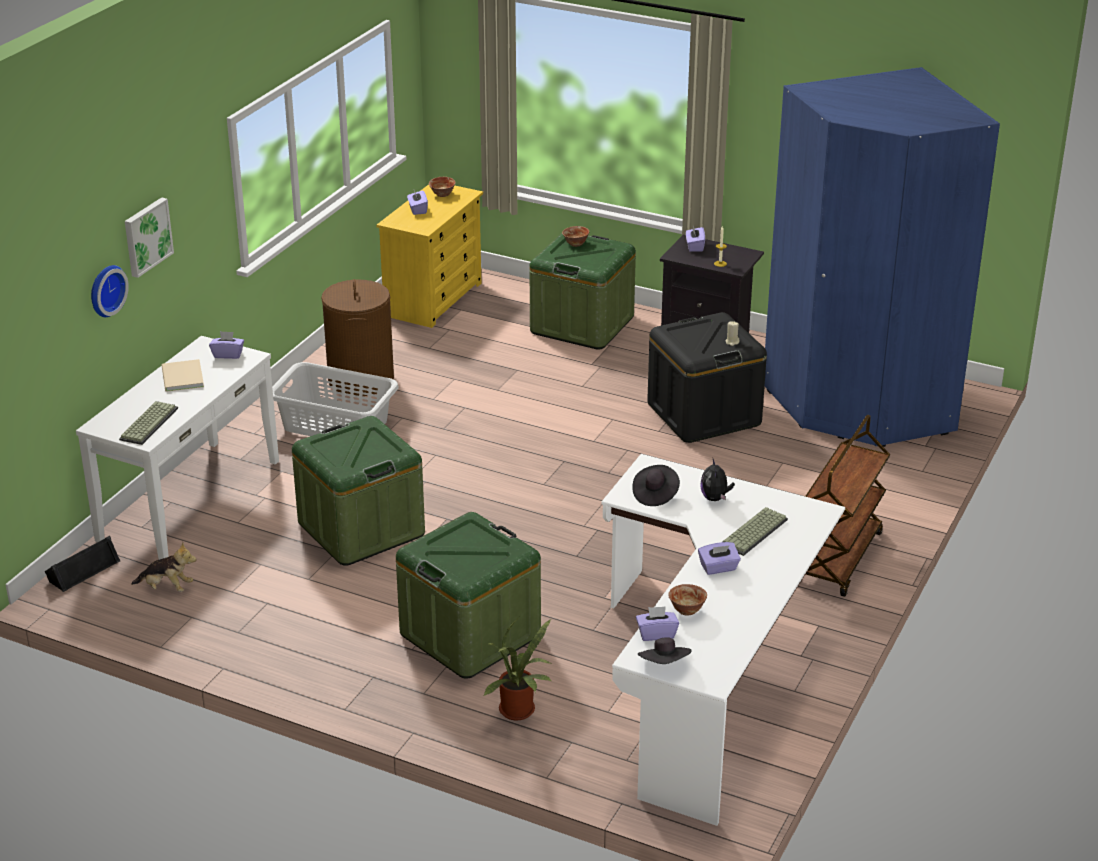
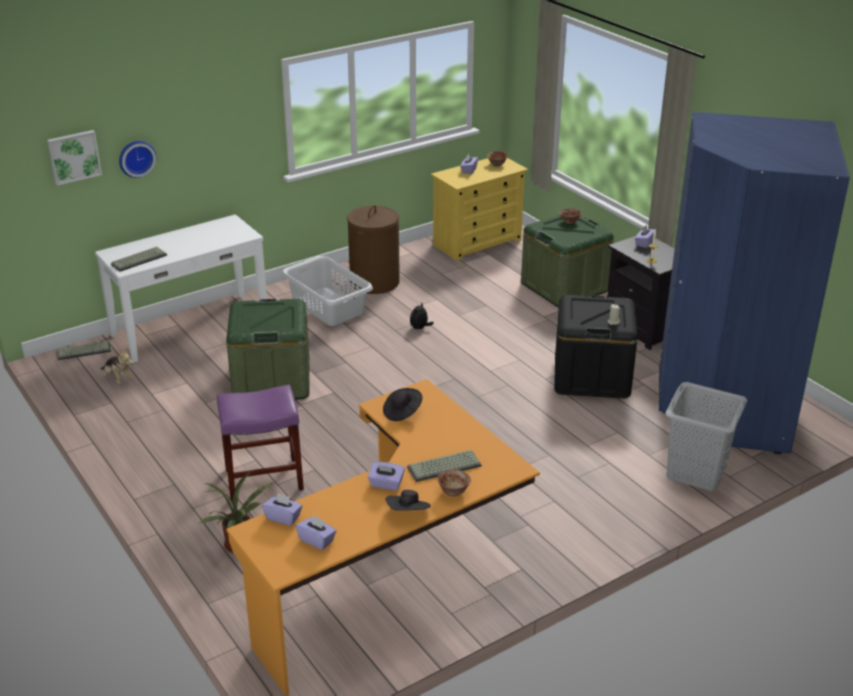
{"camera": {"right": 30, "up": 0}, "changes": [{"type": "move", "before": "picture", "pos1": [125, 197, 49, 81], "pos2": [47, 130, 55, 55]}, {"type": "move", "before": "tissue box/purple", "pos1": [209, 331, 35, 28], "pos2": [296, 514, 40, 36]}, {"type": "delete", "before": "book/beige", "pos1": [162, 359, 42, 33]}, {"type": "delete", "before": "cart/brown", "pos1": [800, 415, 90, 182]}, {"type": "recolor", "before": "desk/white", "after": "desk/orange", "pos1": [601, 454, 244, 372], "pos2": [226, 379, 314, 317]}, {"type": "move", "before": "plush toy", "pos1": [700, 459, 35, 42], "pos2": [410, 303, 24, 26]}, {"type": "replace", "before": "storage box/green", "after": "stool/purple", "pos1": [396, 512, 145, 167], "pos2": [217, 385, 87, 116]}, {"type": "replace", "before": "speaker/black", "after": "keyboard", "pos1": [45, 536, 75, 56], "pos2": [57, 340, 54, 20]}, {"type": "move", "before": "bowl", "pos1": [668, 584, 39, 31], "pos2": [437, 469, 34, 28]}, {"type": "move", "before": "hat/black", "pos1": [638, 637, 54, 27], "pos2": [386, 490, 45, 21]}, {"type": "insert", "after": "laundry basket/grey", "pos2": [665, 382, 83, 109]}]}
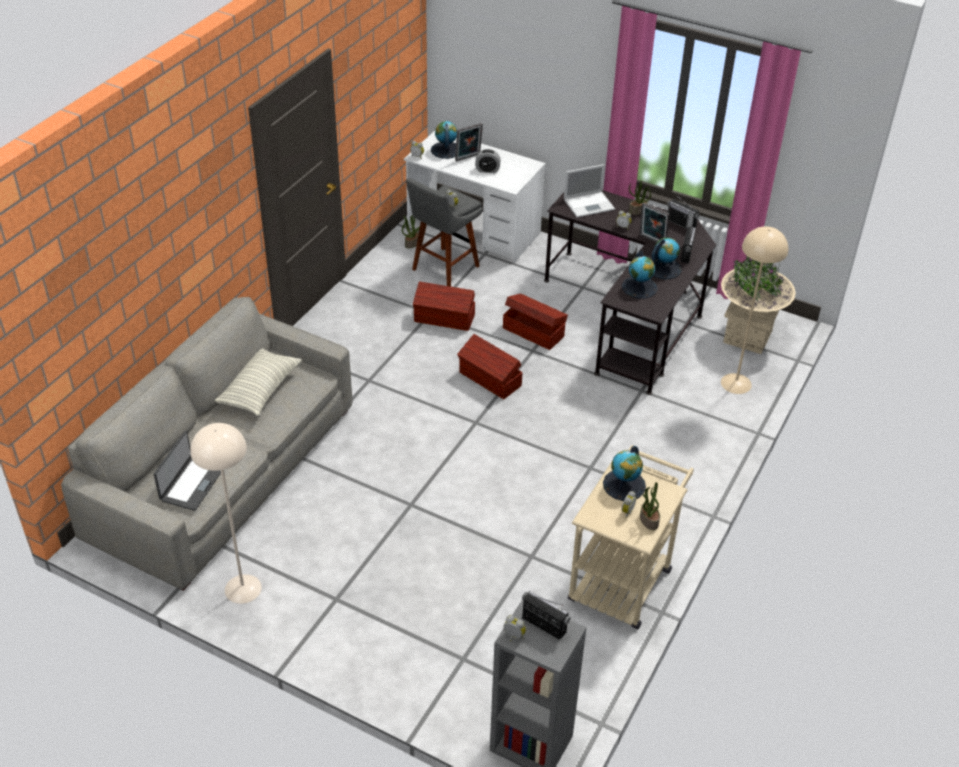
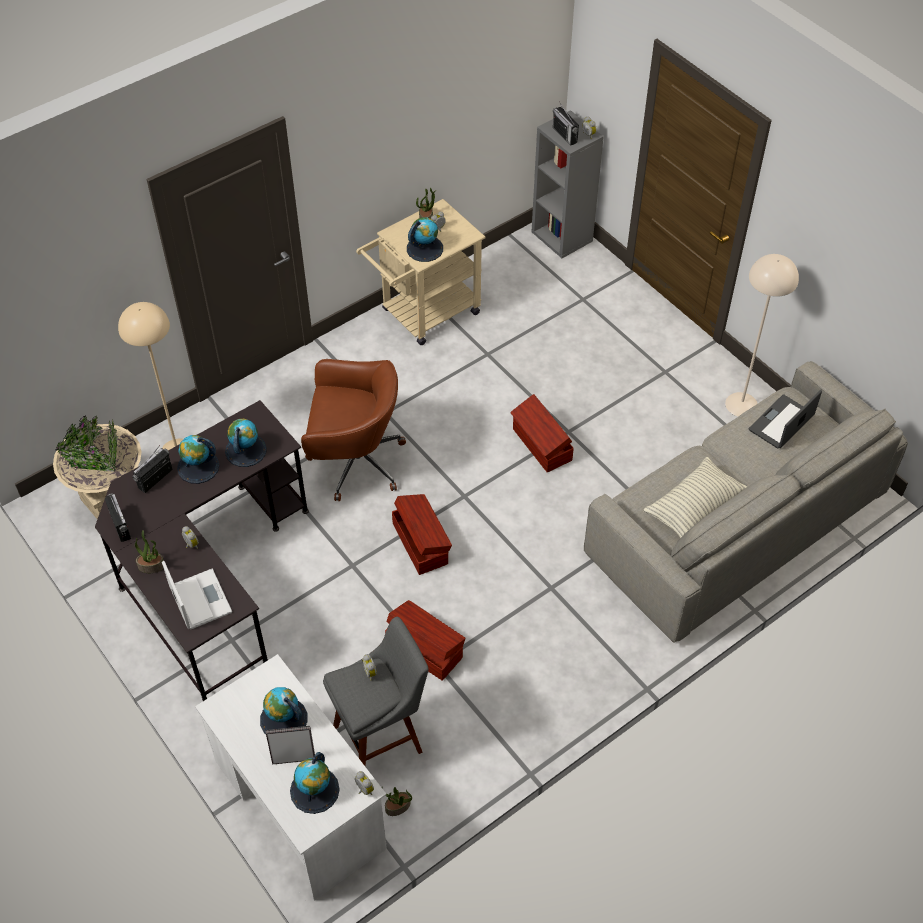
{"camera": {"right": -155, "up": 10}, "changes": [{"type": "replace", "before": "alarm clock", "after": "globe", "pos1": [475, 149, 26, 24], "pos2": [260, 687, 48, 47]}, {"type": "rotate", "before": "laptop", "pos1": [564, 164, 51, 53], "pos2": [162, 561, 70, 68], "turn": 60}, {"type": "delete", "before": "picture frame", "pos1": [640, 203, 29, 39]}, {"type": "move", "before": "storage box/brown", "pos1": [503, 294, 65, 56], "pos2": [510, 394, 64, 78]}, {"type": "insert", "after": "office chair/brown", "pos2": [301, 359, 105, 142]}]}
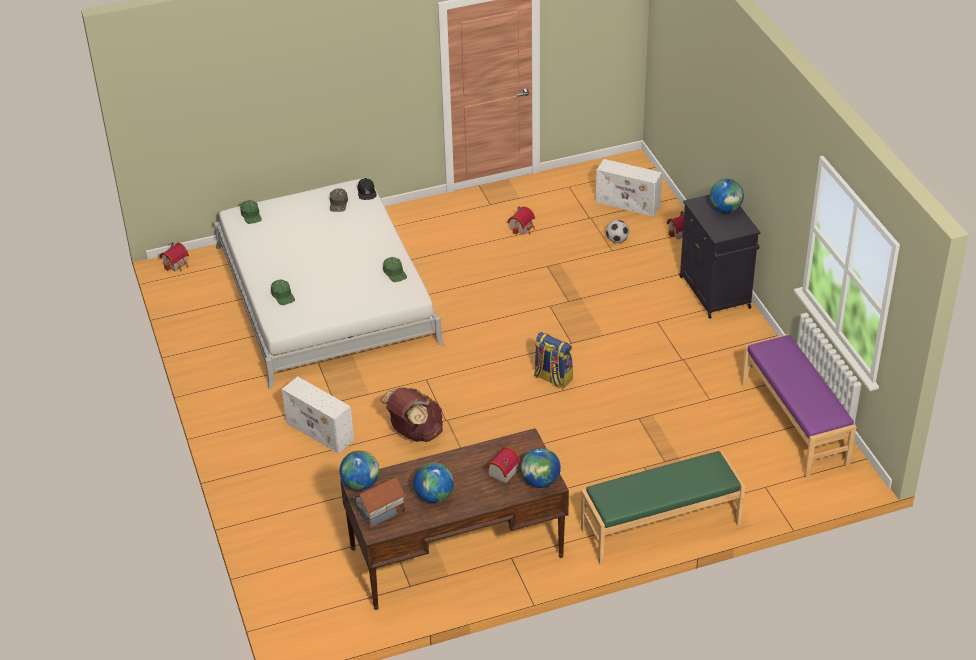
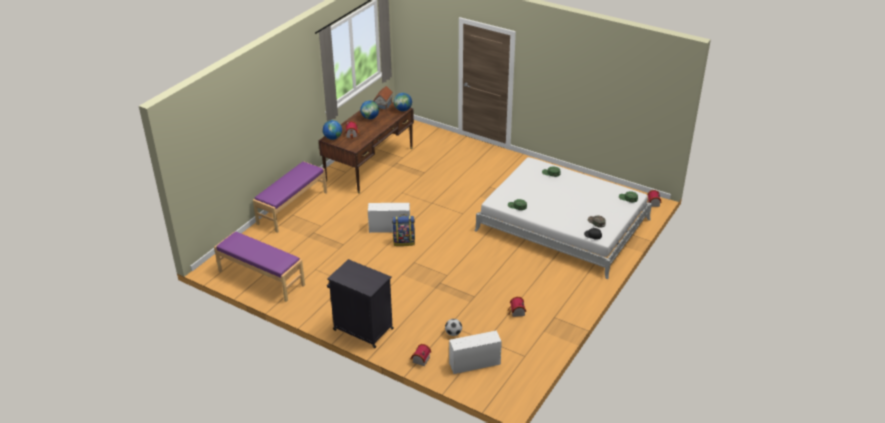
{"camera": {"right": 140, "up": -5}, "changes": [{"type": "delete", "before": "globe", "pos1": [710, 179, 34, 34]}, {"type": "move", "before": "storage box/white", "pos1": [282, 377, 72, 77], "pos2": [368, 203, 42, 30]}, {"type": "delete", "before": "backpack/brown", "pos1": [380, 387, 63, 55]}, {"type": "recolor", "before": "bench/green", "after": "bench/purple", "pos1": [581, 451, 164, 114], "pos2": [253, 162, 74, 71]}]}
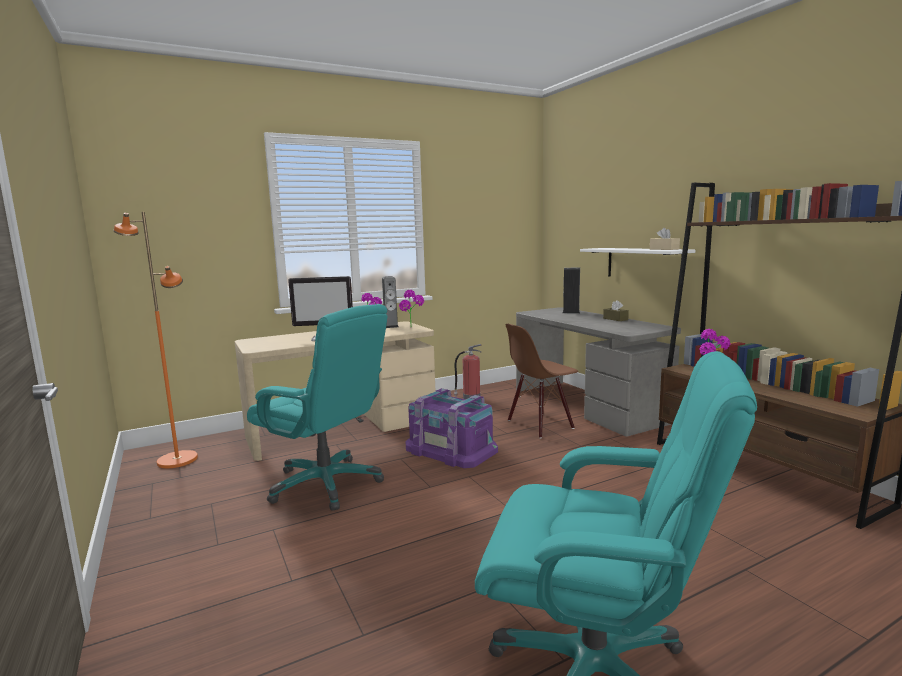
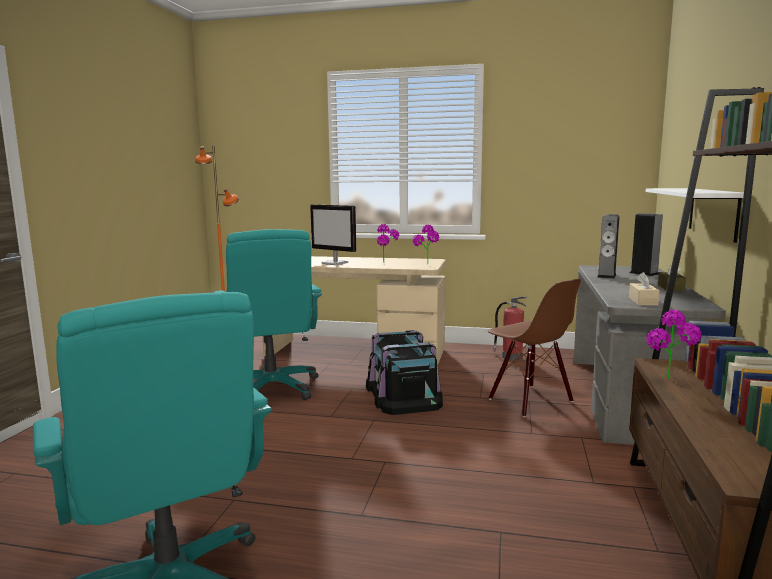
{"camera": {"right": 40, "up": 0}, "changes": [{"type": "move", "before": "tissue box/beige", "pos1": [650, 228, 30, 22], "pos2": [629, 272, 31, 34]}, {"type": "move", "before": "speaker", "pos1": [382, 276, 16, 52], "pos2": [597, 214, 23, 65]}, {"type": "rotate", "before": "chair/brown", "pos1": [505, 324, 73, 114], "pos2": [488, 279, 93, 138], "turn": -135}, {"type": "recolor", "before": "storage box/purple", "after": "storage box/black", "pos1": [406, 388, 92, 80], "pos2": [366, 330, 77, 85]}]}
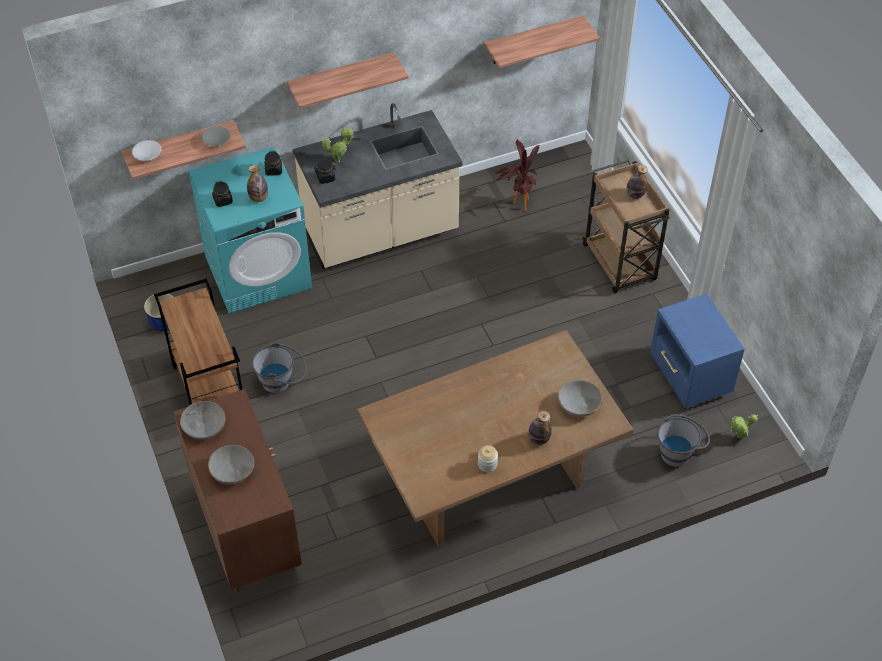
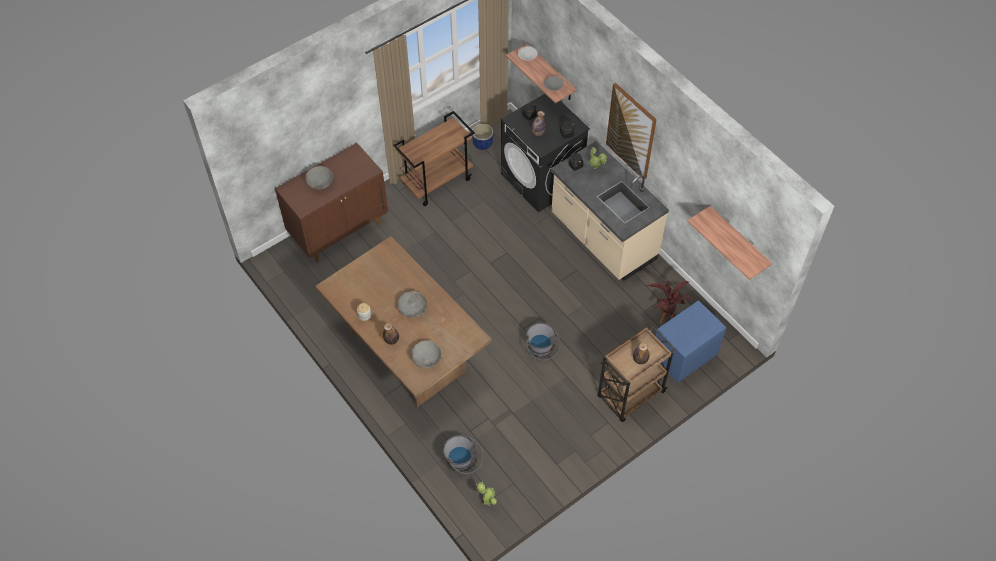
{"camera": {"right": 75, "up": 5}, "changes": [{"type": "replace", "before": "shelf", "after": "picture", "pos1": [287, 52, 122, 56], "pos2": [606, 83, 51, 96]}, {"type": "recolor", "before": "washing machine/turquoise", "after": "washing machine/black", "pos1": [188, 146, 124, 168], "pos2": [501, 94, 89, 118]}, {"type": "move", "before": "nightstand/blue", "pos1": [650, 293, 95, 115], "pos2": [656, 300, 70, 83]}, {"type": "move", "before": "bucket/grey", "pos1": [252, 342, 55, 51], "pos2": [526, 322, 35, 39]}, {"type": "move", "before": "bowl/grey", "pos1": [180, 401, 45, 38], "pos2": [398, 291, 29, 27]}]}
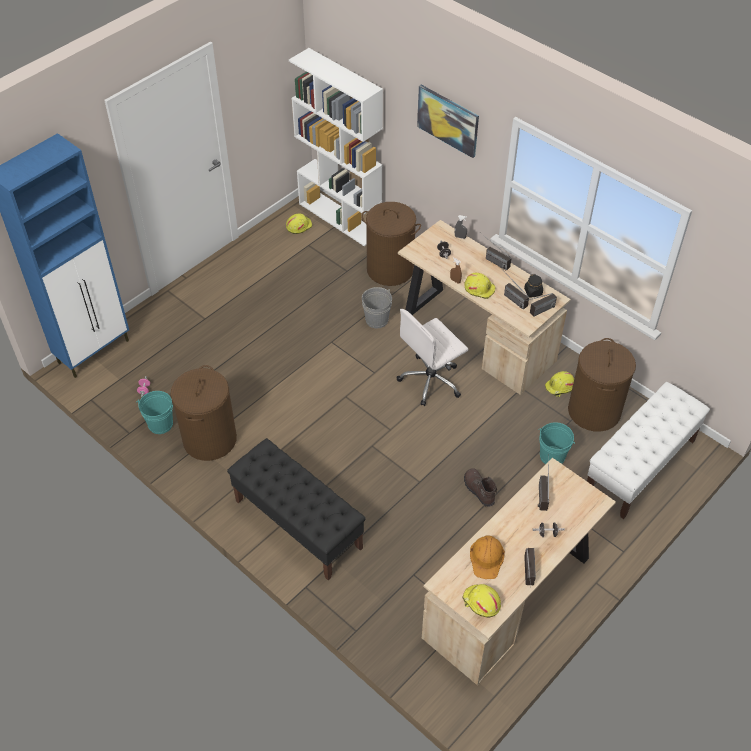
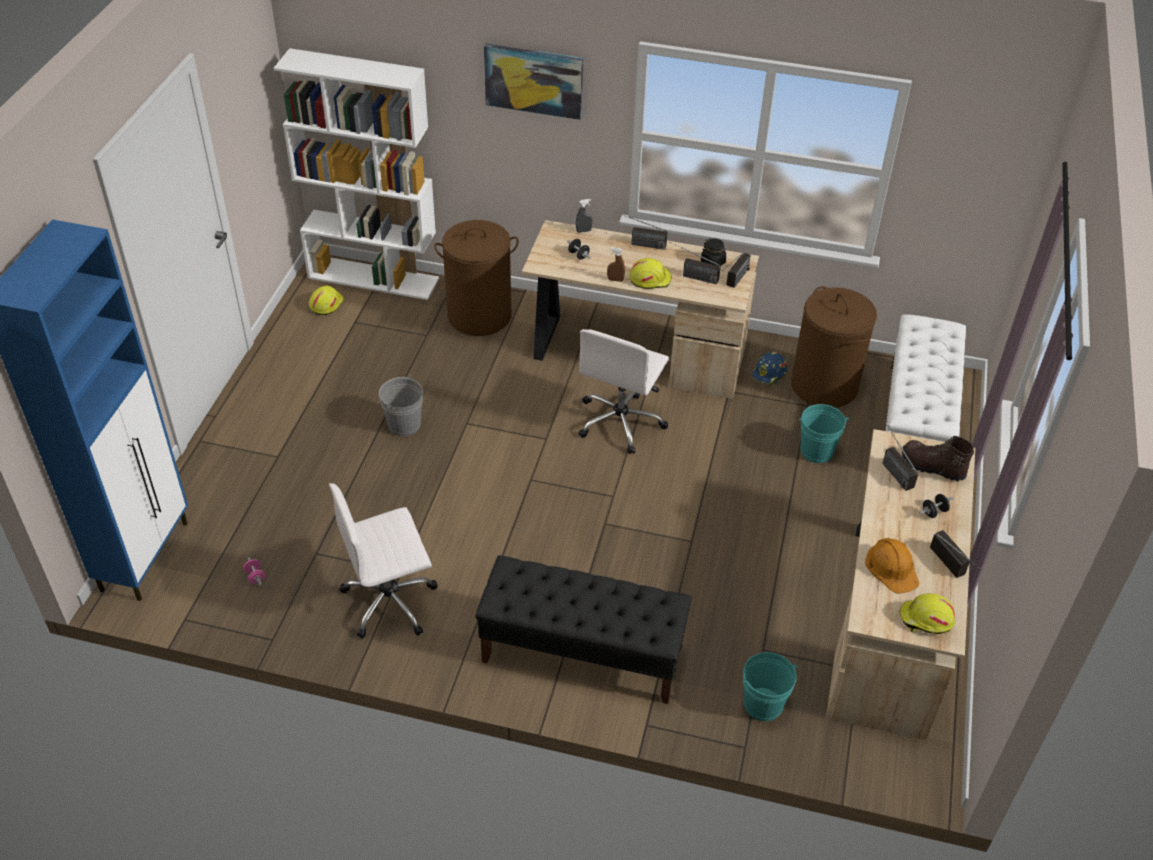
{"camera": {"right": -30, "up": -5}, "changes": [{"type": "move", "before": "bucket/grey", "pos1": [362, 287, 30, 41], "pos2": [379, 375, 44, 61]}, {"type": "replace", "before": "laundry basket/brown", "after": "office chair/white", "pos1": [171, 365, 66, 96], "pos2": [329, 483, 109, 156]}, {"type": "recolor", "before": "hard hat/yellow", "after": "hard hat/blue", "pos1": [545, 371, 29, 26], "pos2": [751, 352, 37, 33]}, {"type": "move", "before": "bucket/turquoise", "pos1": [137, 391, 36, 43], "pos2": [743, 652, 56, 69]}, {"type": "move", "before": "boot/brown", "pos1": [464, 468, 33, 39], "pos2": [902, 436, 72, 45]}]}
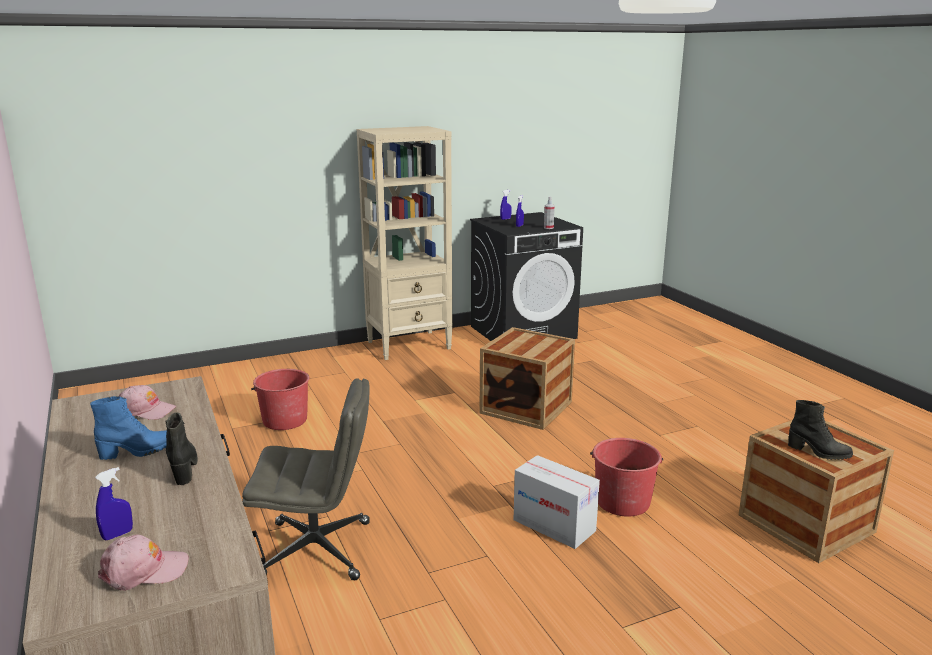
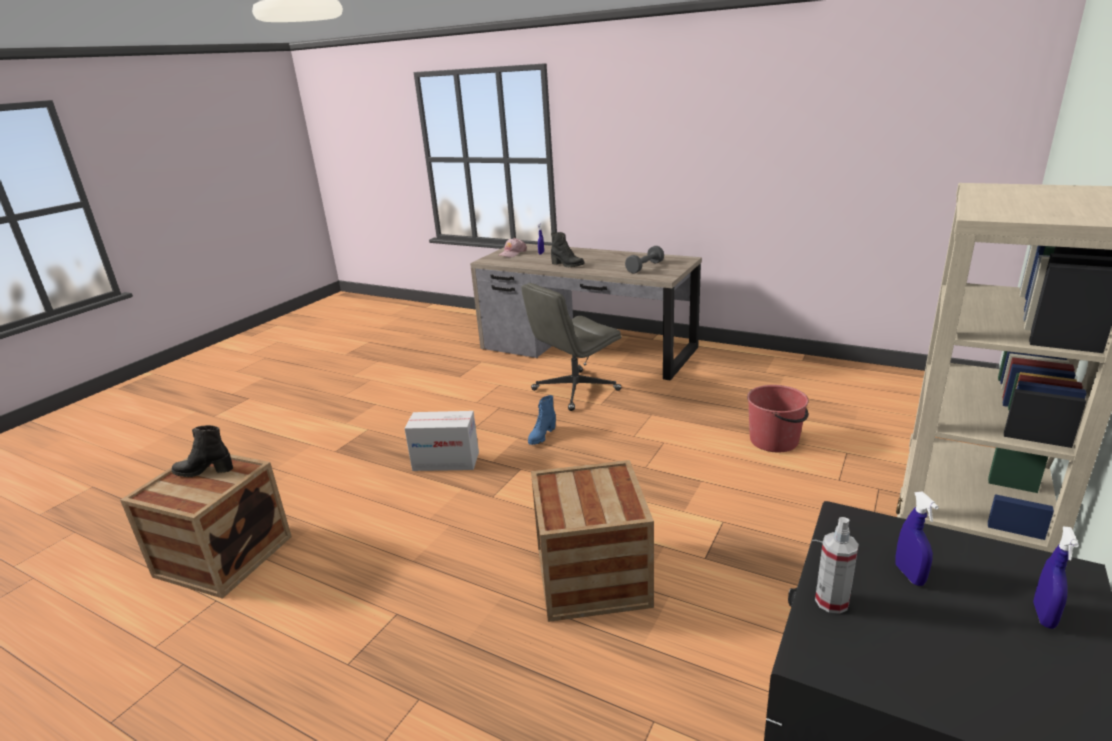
{"camera": {"right": 145, "up": 5}, "changes": [{"type": "replace", "before": "cap/pink", "after": "dumbbell/grey", "pos1": [119, 385, 57, 35], "pos2": [625, 246, 39, 28]}, {"type": "move", "before": "boot/blue", "pos1": [90, 396, 77, 64], "pos2": [528, 395, 28, 50]}, {"type": "delete", "before": "bucket/red", "pos1": [590, 438, 73, 78]}]}
